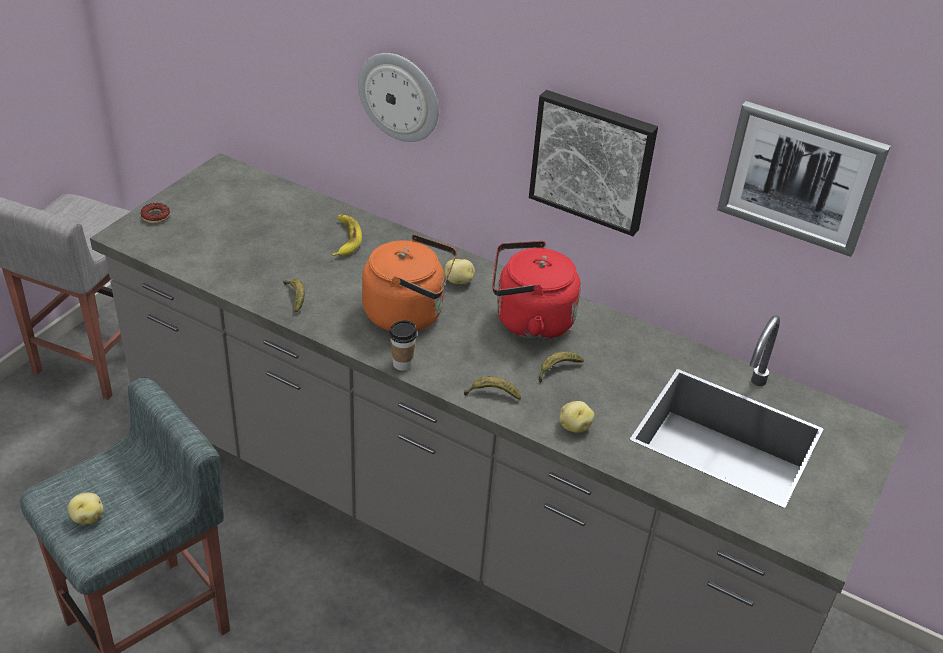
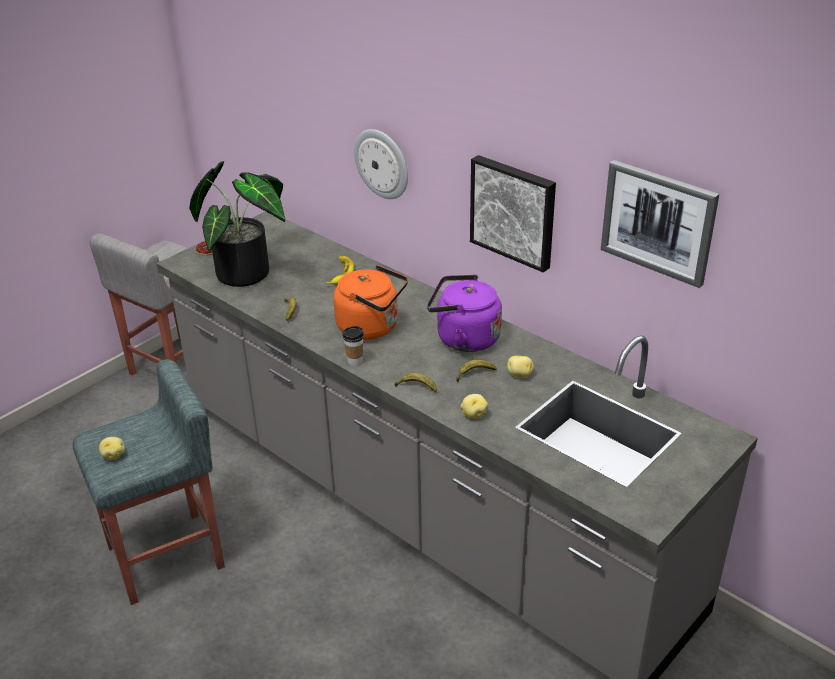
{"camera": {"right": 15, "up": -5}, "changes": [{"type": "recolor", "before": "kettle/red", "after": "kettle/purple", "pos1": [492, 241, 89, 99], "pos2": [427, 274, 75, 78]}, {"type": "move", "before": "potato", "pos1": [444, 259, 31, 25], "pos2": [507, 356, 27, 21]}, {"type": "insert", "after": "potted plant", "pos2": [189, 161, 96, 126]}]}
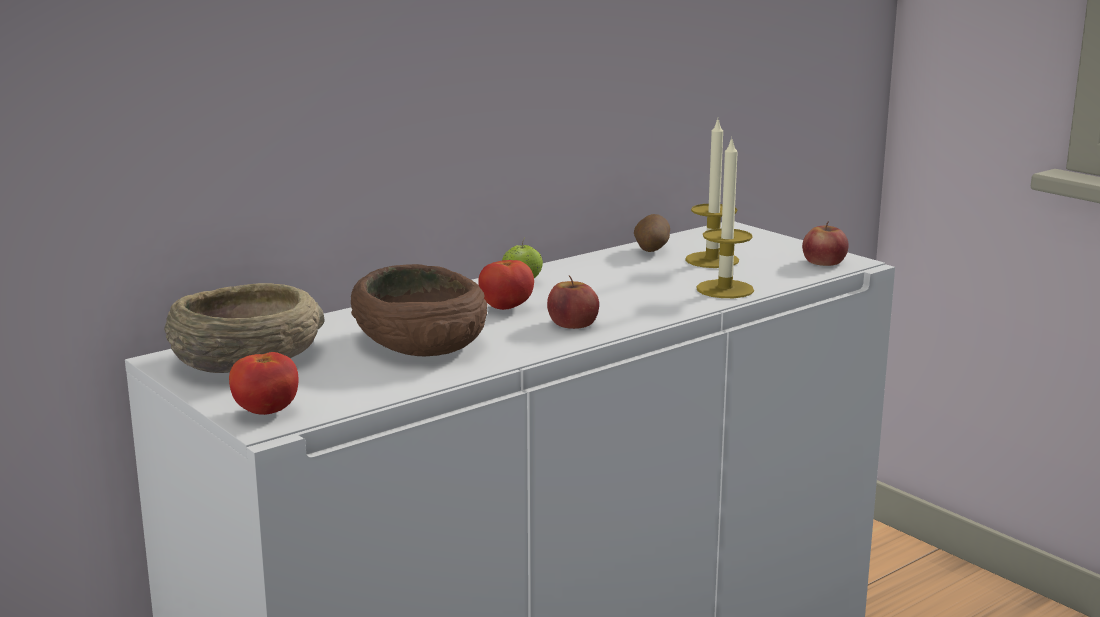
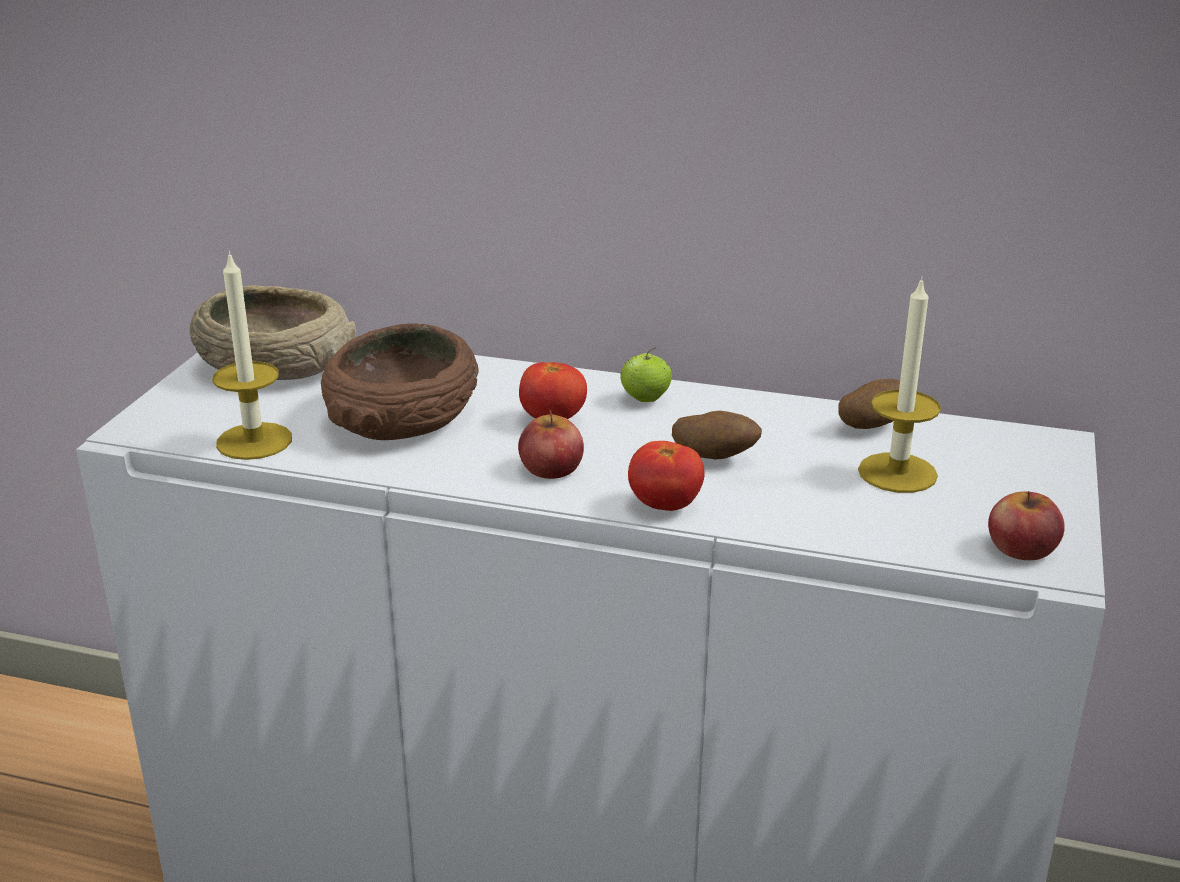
{"camera": {"right": 55, "up": 10}, "changes": [{"type": "move", "before": "candle", "pos1": [696, 136, 58, 162], "pos2": [212, 251, 80, 209]}, {"type": "move", "before": "tomato", "pos1": [229, 352, 69, 63], "pos2": [628, 441, 77, 70]}, {"type": "insert", "after": "potato", "pos2": [672, 410, 90, 49]}]}
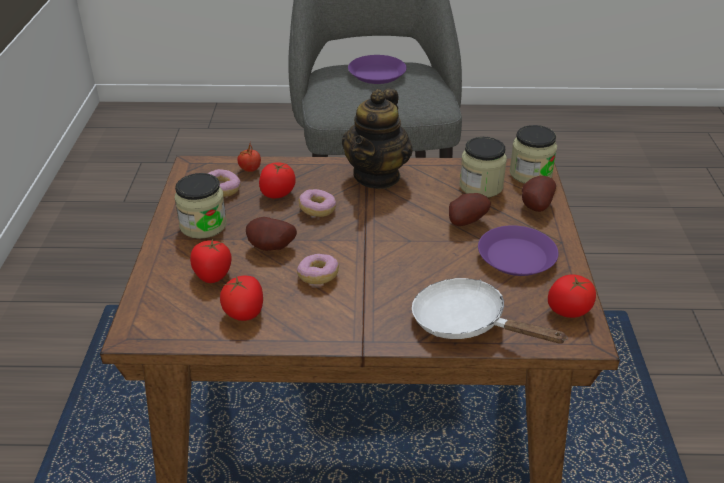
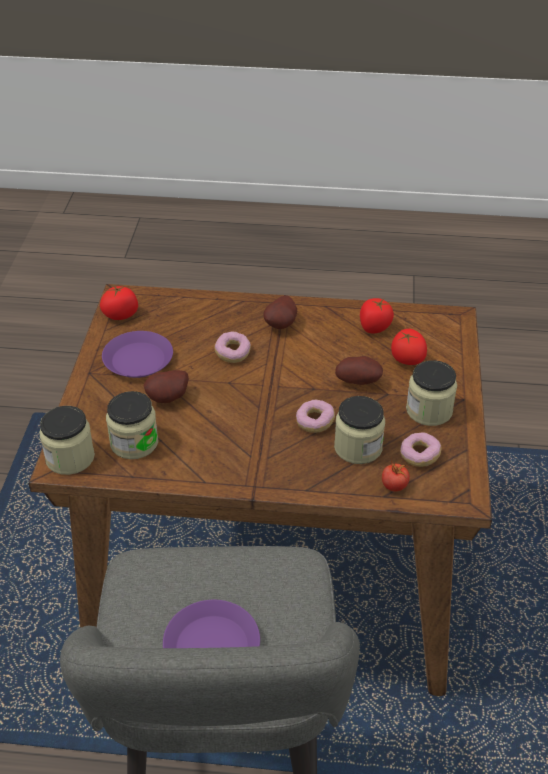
{"camera": {"right": -175, "up": 5}, "changes": [{"type": "delete", "before": "teapot", "pos1": [342, 89, 71, 100]}, {"type": "replace", "before": "tomato", "after": "jar", "pos1": [259, 163, 37, 35], "pos2": [334, 396, 51, 68]}, {"type": "move", "before": "potato", "pos1": [522, 176, 34, 36], "pos2": [263, 296, 34, 33]}, {"type": "move", "before": "donut", "pos1": [297, 254, 42, 30], "pos2": [214, 331, 37, 32]}, {"type": "delete", "before": "frying pan/white", "pos1": [412, 278, 156, 66]}]}
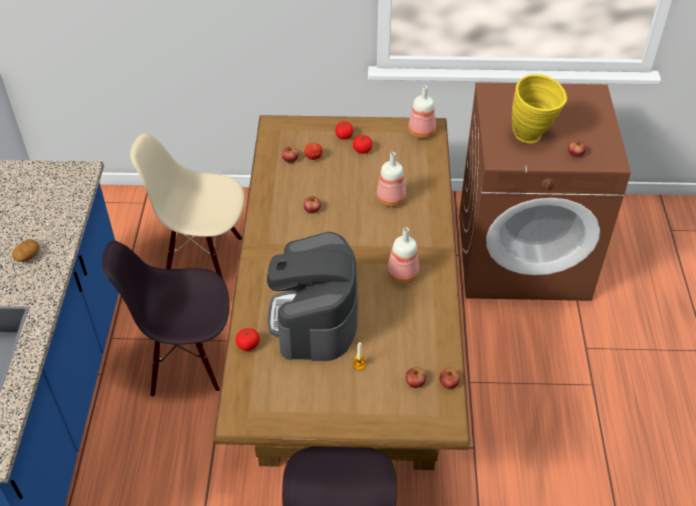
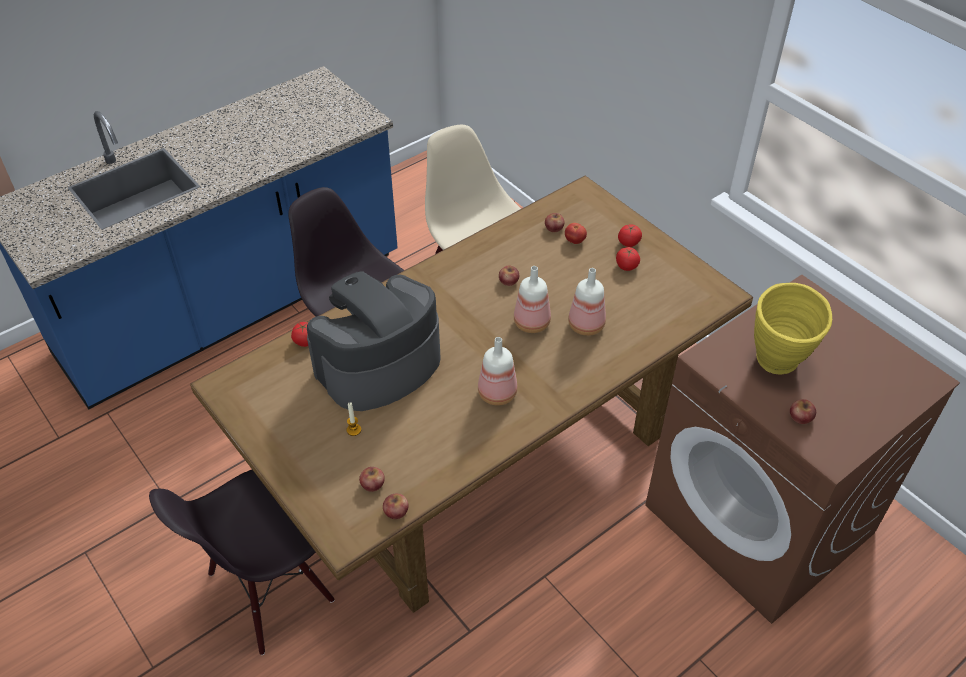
{"camera": {"right": 50, "up": 0}, "changes": [{"type": "move", "before": "bottle", "pos1": [408, 86, 28, 53], "pos2": [514, 266, 37, 67]}, {"type": "delete", "before": "potato", "pos1": [12, 239, 28, 23]}]}
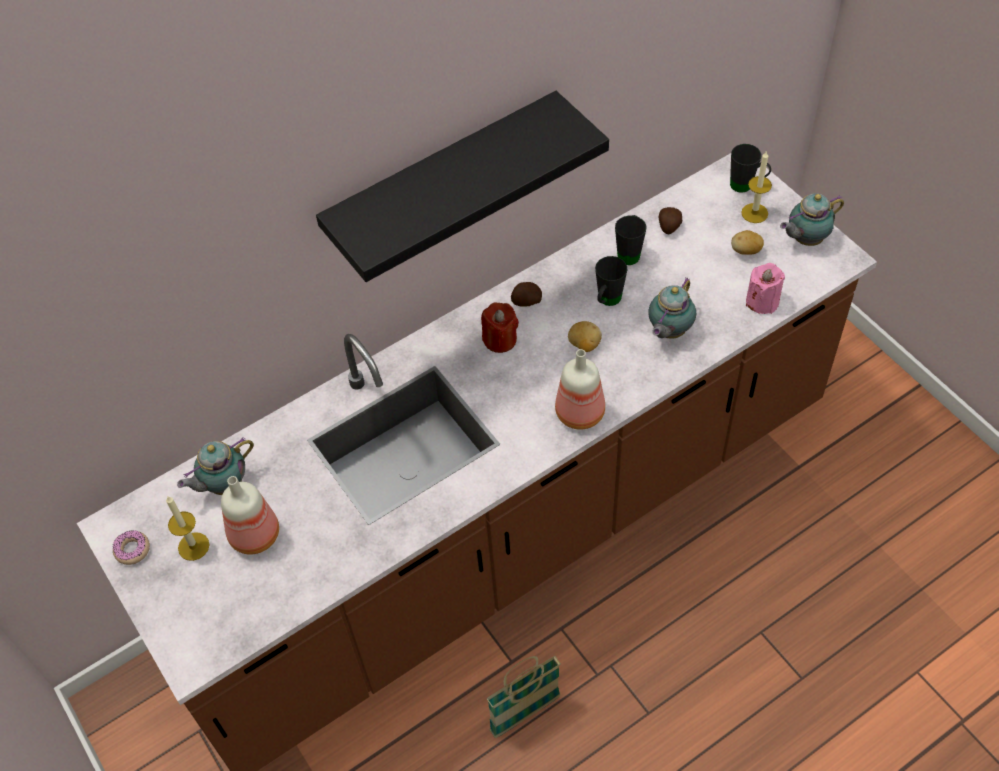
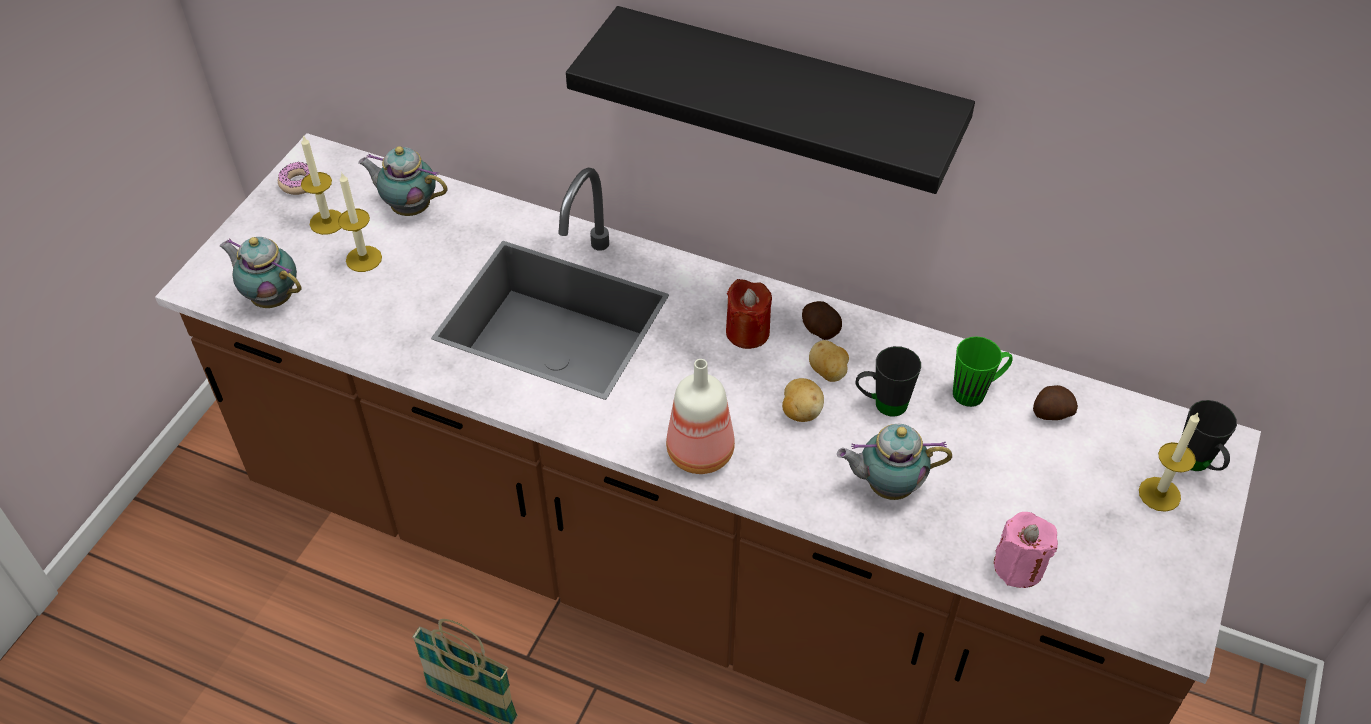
{"camera": {"right": 55, "up": -5}, "changes": [{"type": "move", "before": "teapot", "pos1": [780, 193, 64, 53], "pos2": [220, 237, 82, 71]}, {"type": "recolor", "before": "mug/black", "after": "mug/green", "pos1": [615, 215, 31, 50], "pos2": [953, 336, 60, 71]}, {"type": "move", "before": "potato", "pos1": [731, 230, 33, 25], "pos2": [809, 340, 40, 42]}, {"type": "replace", "before": "bottle", "after": "candle", "pos1": [221, 476, 58, 79], "pos2": [338, 173, 44, 99]}]}
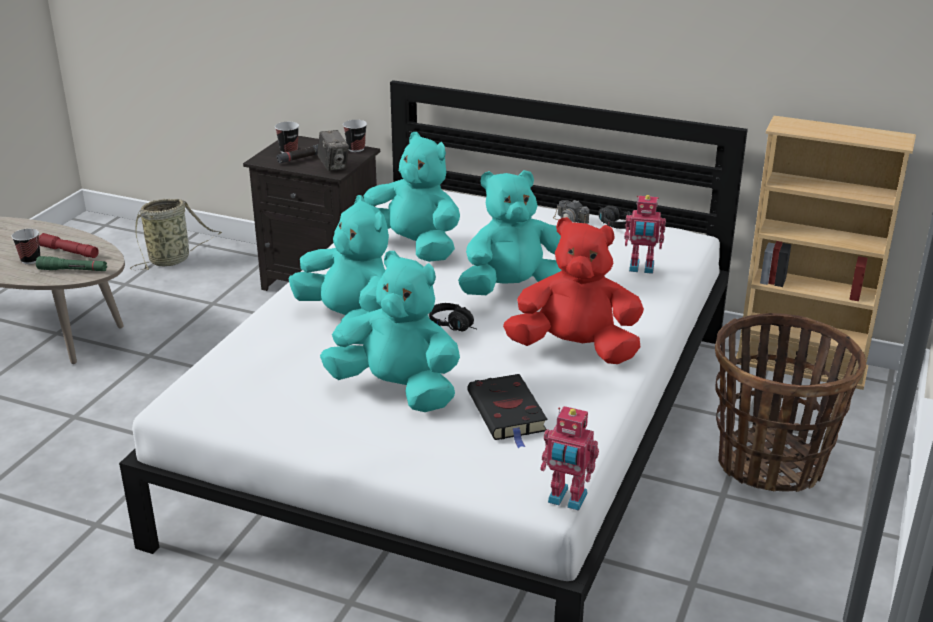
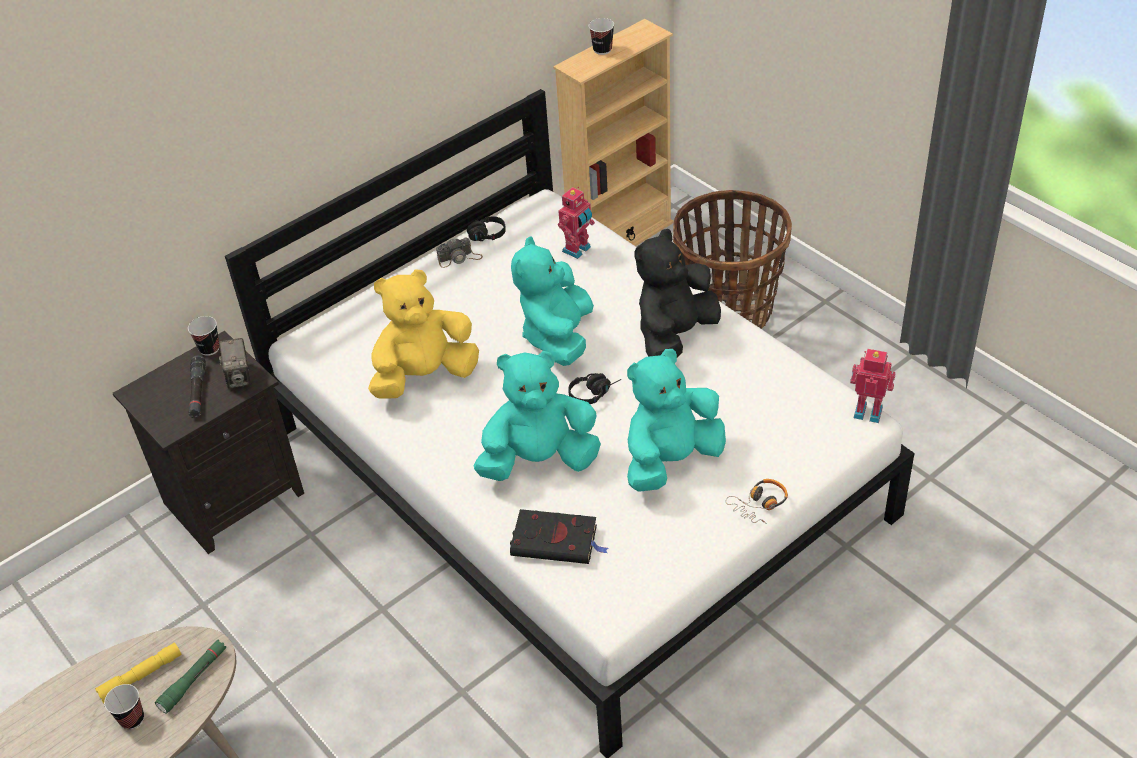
{"camera": {"right": -60, "up": 15}, "changes": [{"type": "move", "before": "cup", "pos1": [275, 122, 24, 31], "pos2": [589, 18, 25, 37]}, {"type": "rotate", "before": "photo camera", "pos1": [317, 130, 32, 41], "pos2": [219, 338, 32, 51], "turn": 75}, {"type": "recolor", "before": "plush toy/turquoise", "after": "plush toy/yellow", "pos1": [363, 132, 97, 130], "pos2": [368, 269, 111, 129]}, {"type": "delete", "before": "basket", "pos1": [130, 199, 92, 71]}, {"type": "recolor", "before": "plush toy/red", "after": "plush toy/black", "pos1": [503, 217, 141, 147], "pos2": [634, 229, 87, 128]}, {"type": "recolor", "before": "flashlight/red", "after": "flashlight/yellow", "pos1": [39, 233, 60, 25], "pos2": [95, 643, 87, 60]}, {"type": "move", "before": "book/black", "pos1": [467, 374, 80, 74], "pos2": [510, 509, 98, 55]}, {"type": "rotate", "before": "toy robot", "pos1": [541, 406, 58, 105], "pos2": [850, 349, 46, 74], "turn": -120}, {"type": "insert", "after": "headphones", "pos2": [726, 479, 62, 45]}]}
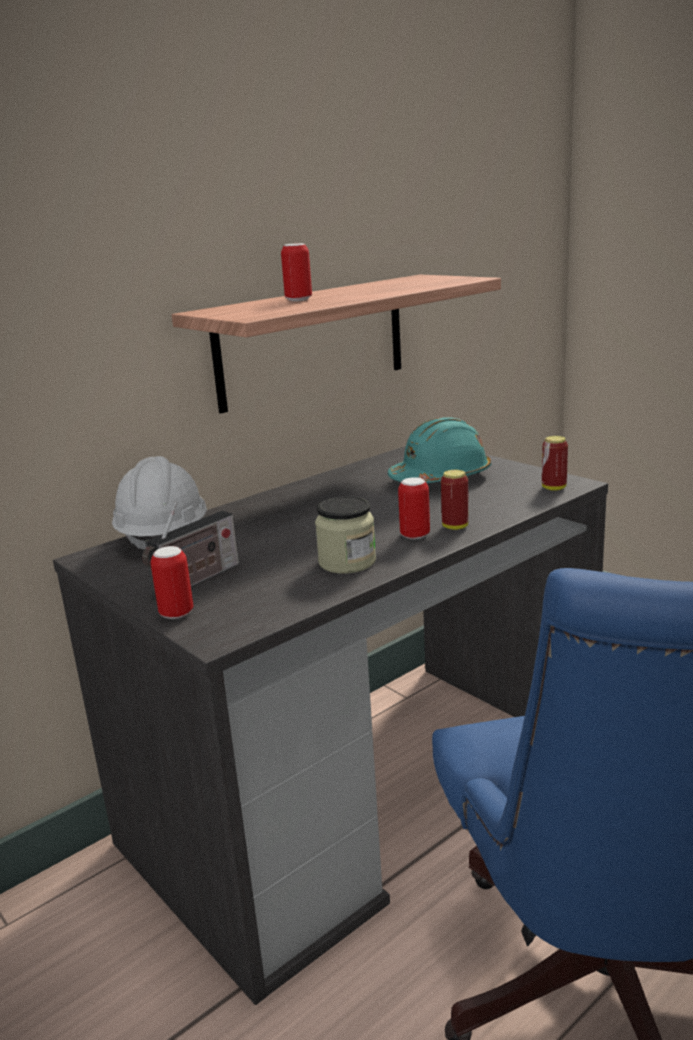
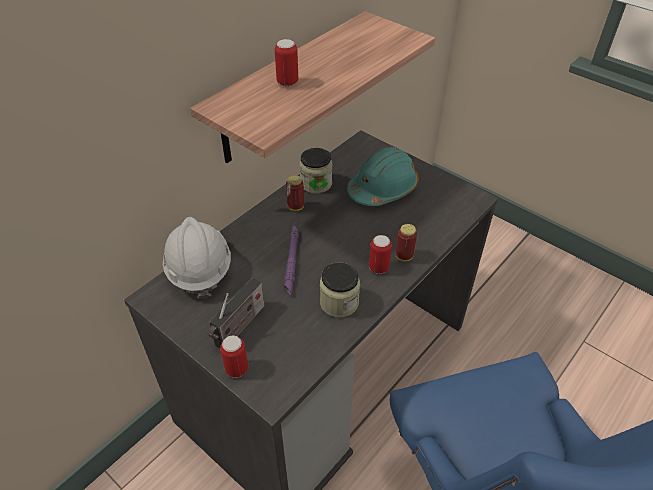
{"camera": {"right": -10, "up": 25}, "changes": [{"type": "move", "before": "can", "pos1": [542, 436, 26, 55], "pos2": [286, 175, 18, 36]}, {"type": "insert", "after": "jar", "pos2": [299, 148, 33, 46]}, {"type": "insert", "after": "flashlight/purple", "pos2": [284, 226, 15, 70]}]}
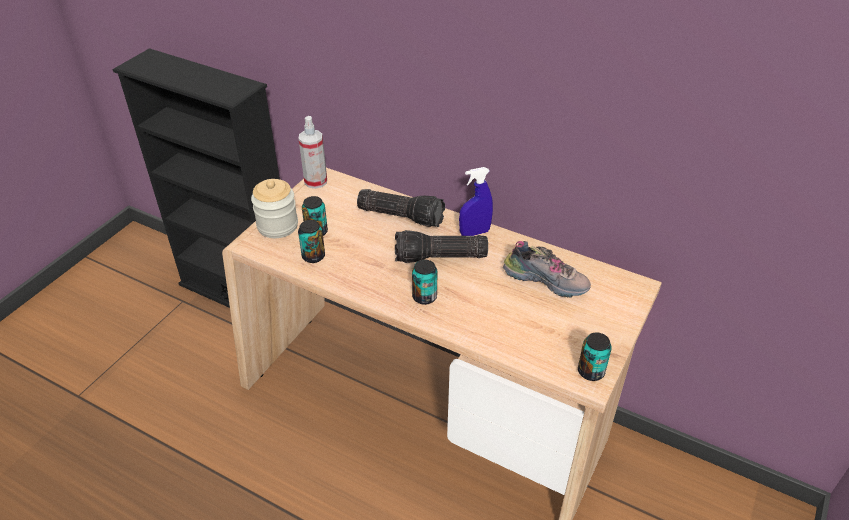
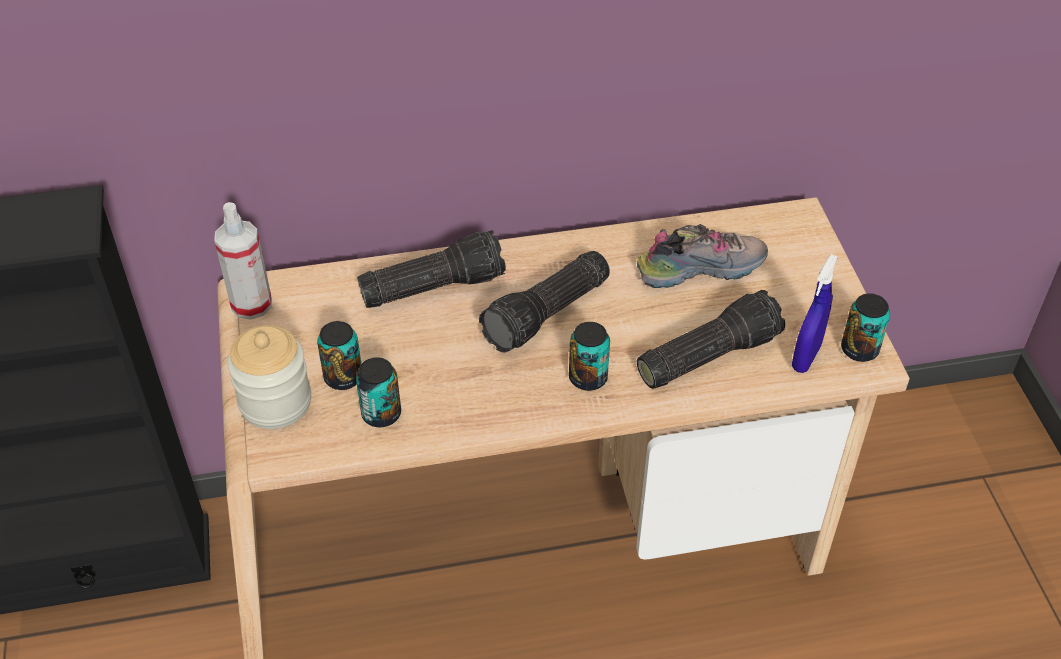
{"camera": {"right": -40, "up": 5}, "changes": [{"type": "move", "before": "spray bottle/blue", "pos1": [459, 167, 34, 69], "pos2": [792, 254, 46, 119]}, {"type": "insert", "after": "flashlight", "pos2": [637, 290, 148, 99]}]}
